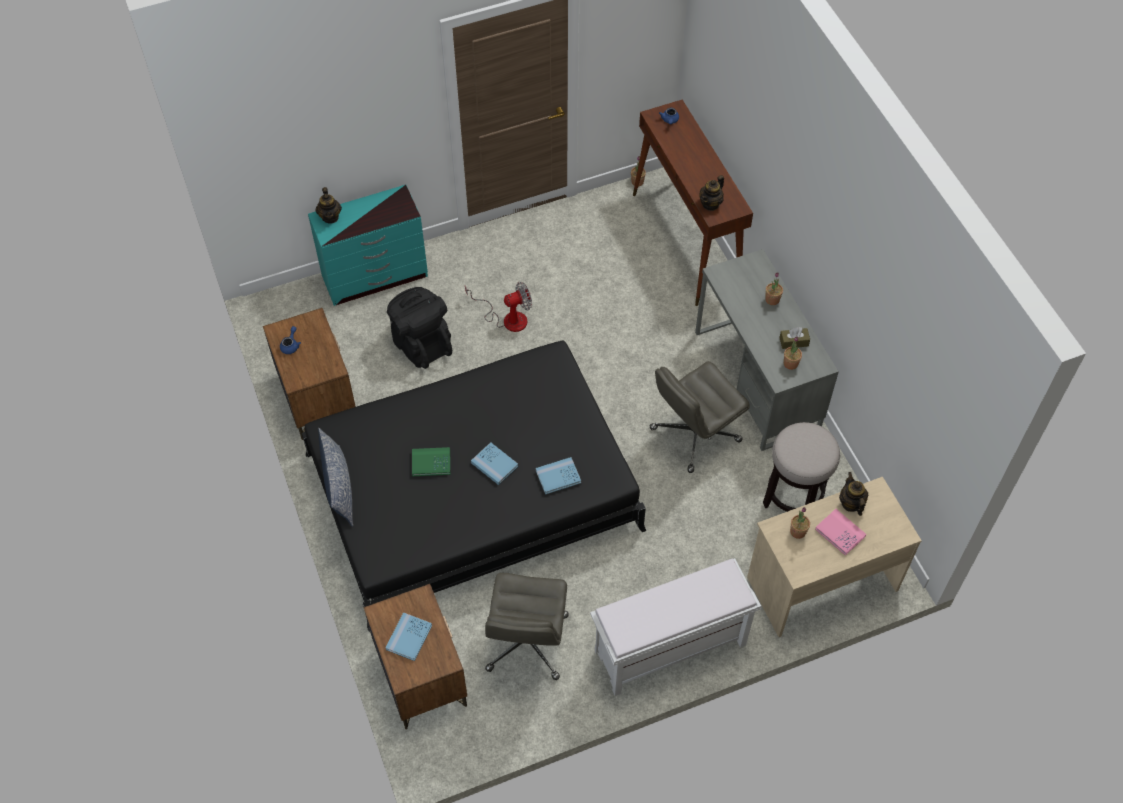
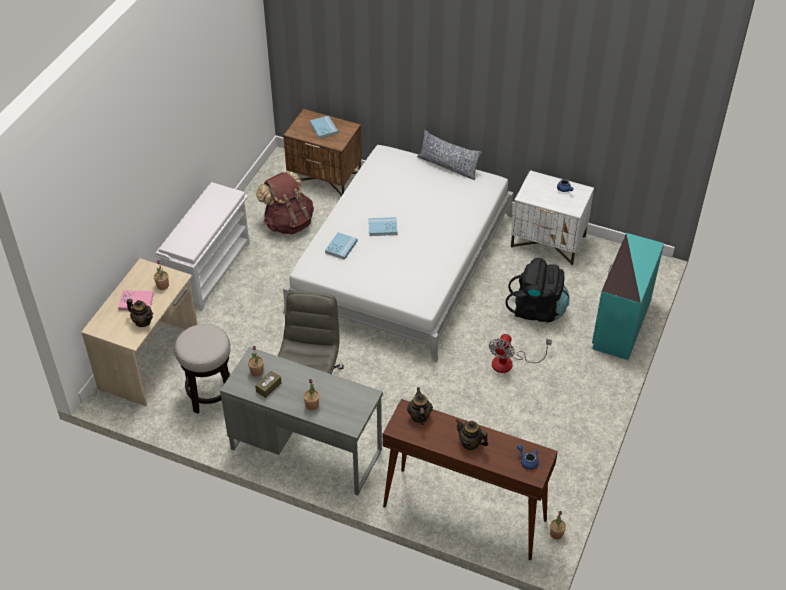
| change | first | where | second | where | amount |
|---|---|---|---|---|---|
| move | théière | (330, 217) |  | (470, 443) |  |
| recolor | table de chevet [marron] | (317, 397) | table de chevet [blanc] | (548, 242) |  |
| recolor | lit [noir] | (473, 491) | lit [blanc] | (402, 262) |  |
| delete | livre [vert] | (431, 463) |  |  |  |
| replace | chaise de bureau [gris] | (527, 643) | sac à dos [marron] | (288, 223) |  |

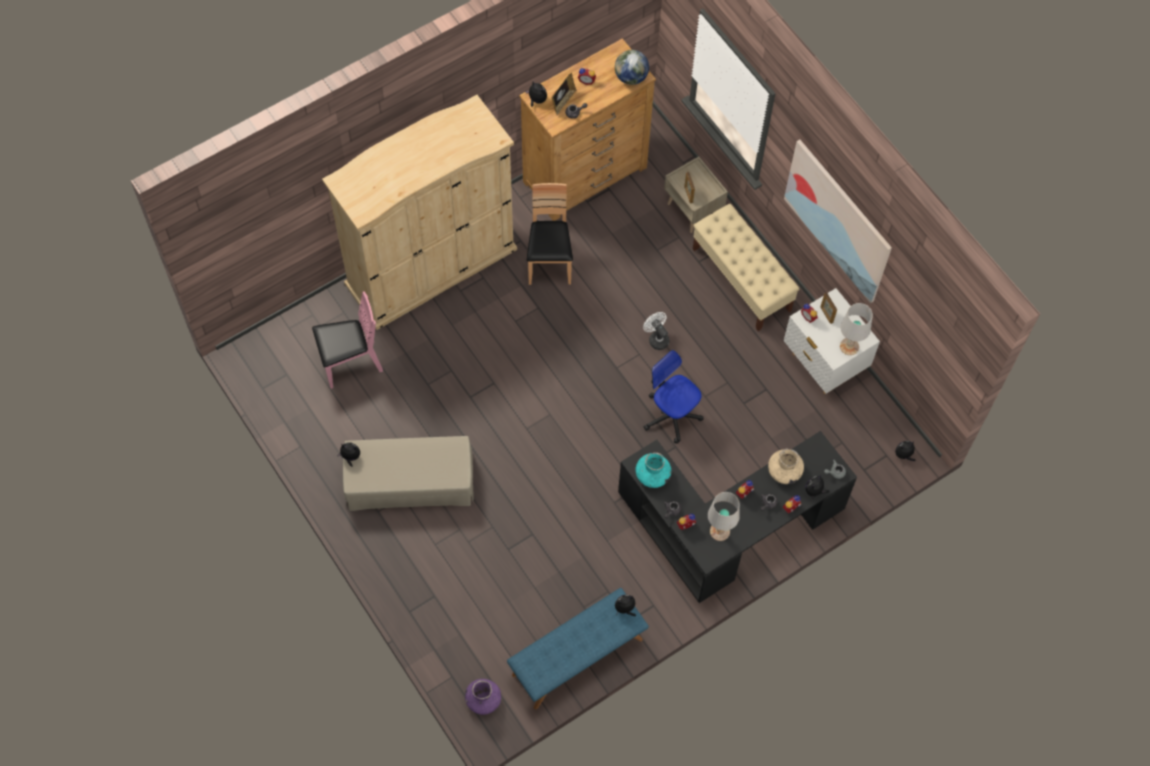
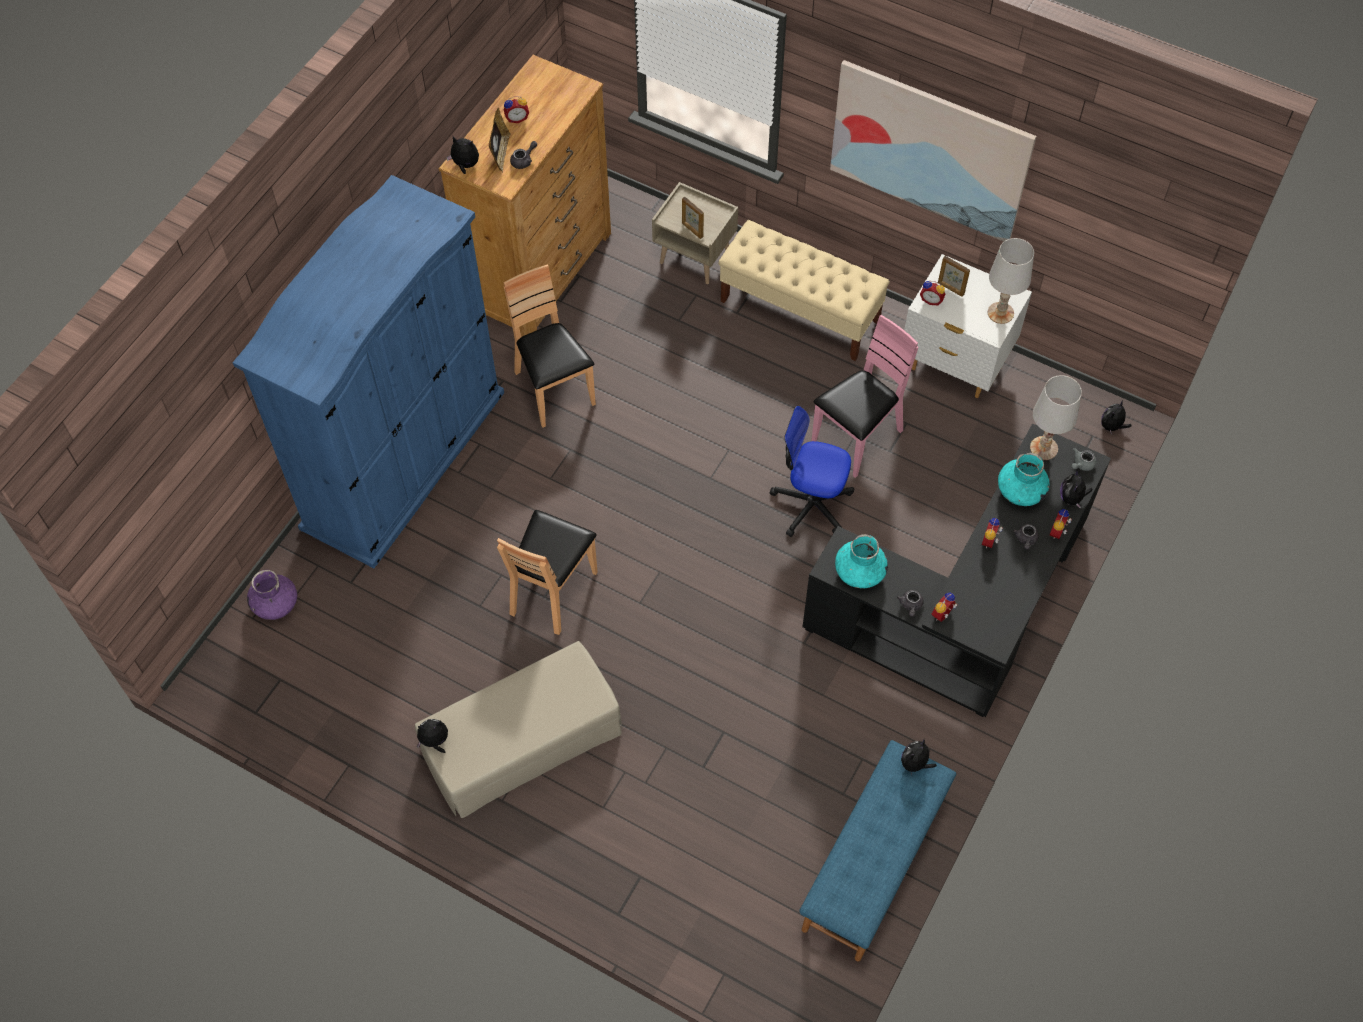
| change | first | where | second | where | amount |
|---|---|---|---|---|---|
| delete | globe | (631, 77) |  |  |  |
| recolor | armoire [beige] | (431, 266) | armoire [bleu] | (403, 459) |  |
| move | chaise [rose] | (350, 363) |  | (857, 438) |  |
| delete | ventilateur [blanc] | (656, 338) |  |  |  |
| recolor | vase [beige] | (784, 471) | vase [turquoise] | (1020, 491) |  |
| move | lampe de table [blanc] | (719, 531) |  | (1044, 448) |  |
| move | vase [violet] | (483, 699) |  | (275, 603) |  |
| insert |  |  | chaise [marron] | (552, 591) |  |

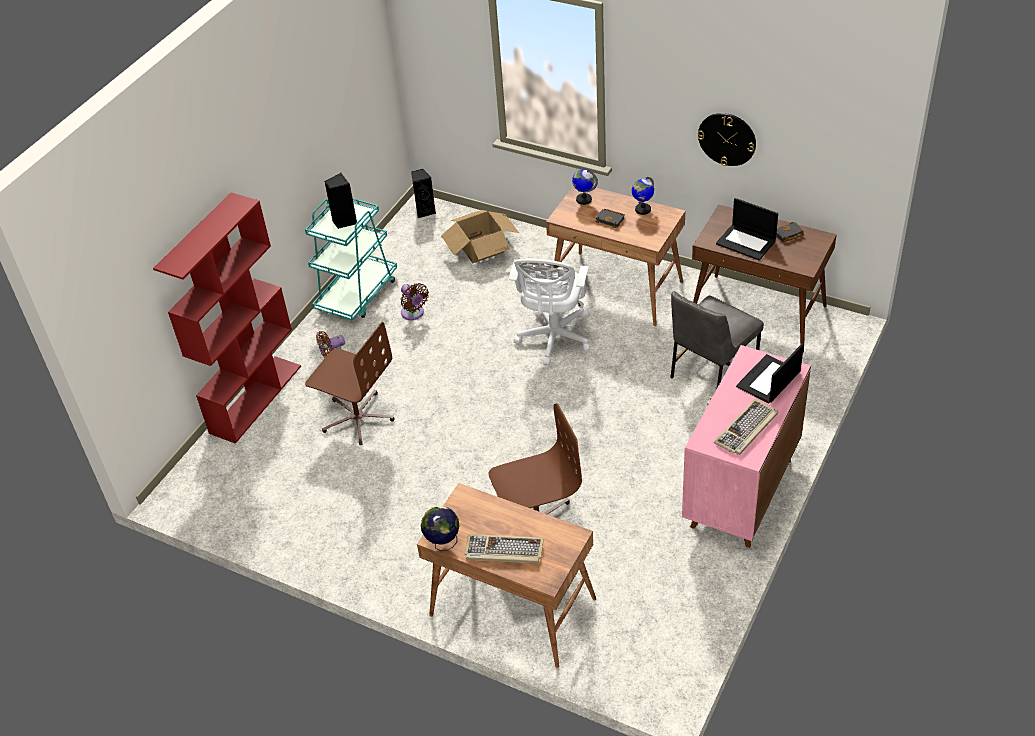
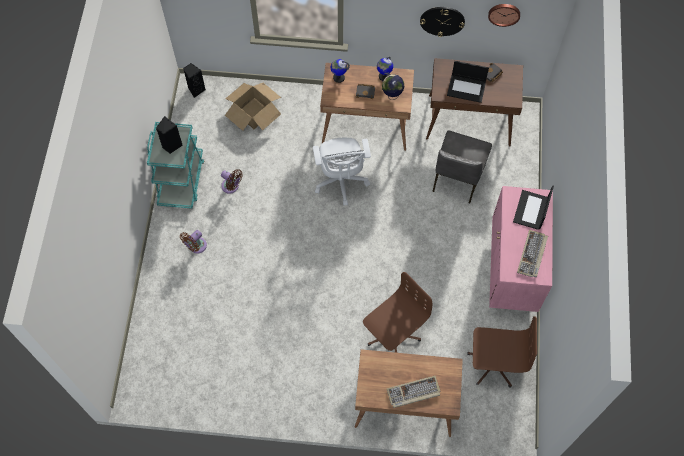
| change | first | where | second | where | amount |
|---|---|---|---|---|---|
| delete | bibliothèque [rouge] | (255, 398) |  |  |  |
| move | chaise de bureau [marron] | (357, 417) |  | (493, 363) |  |
| move | globe | (443, 543) |  | (392, 95) |  |
| insert |  |  | horloge murale | (504, 13) |  |

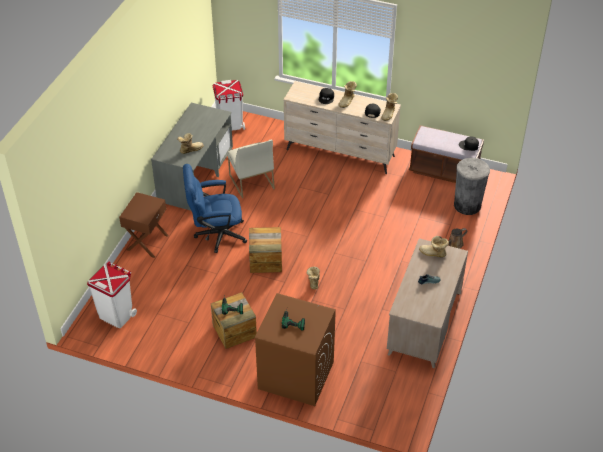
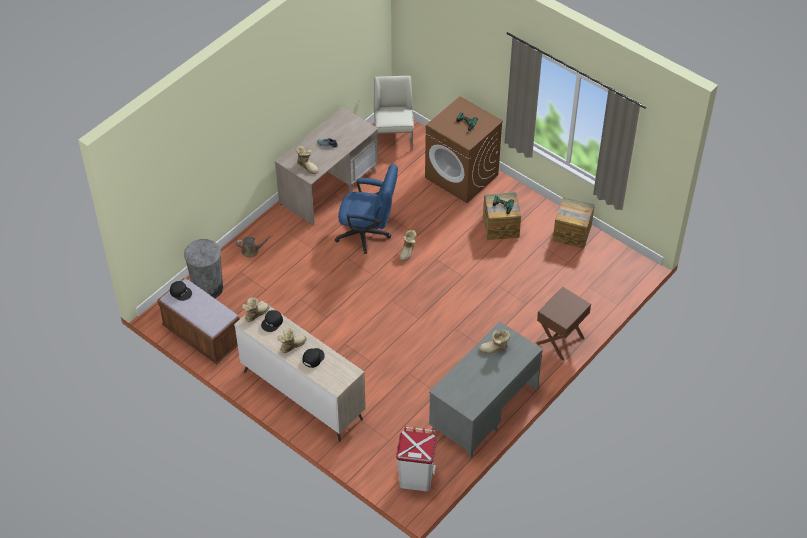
| change | first | where | second | where | amount |
|---|---|---|---|---|---|
| move | chaise [blanc] | (251, 181) |  | (394, 137) |  |
| move | chaise de bureau [bleu] | (216, 235) |  | (368, 234) |  |
| move | caisse | (265, 260) |  | (572, 233) |  |
| delete | poubelle [blanc] | (116, 315) |  |  |  |

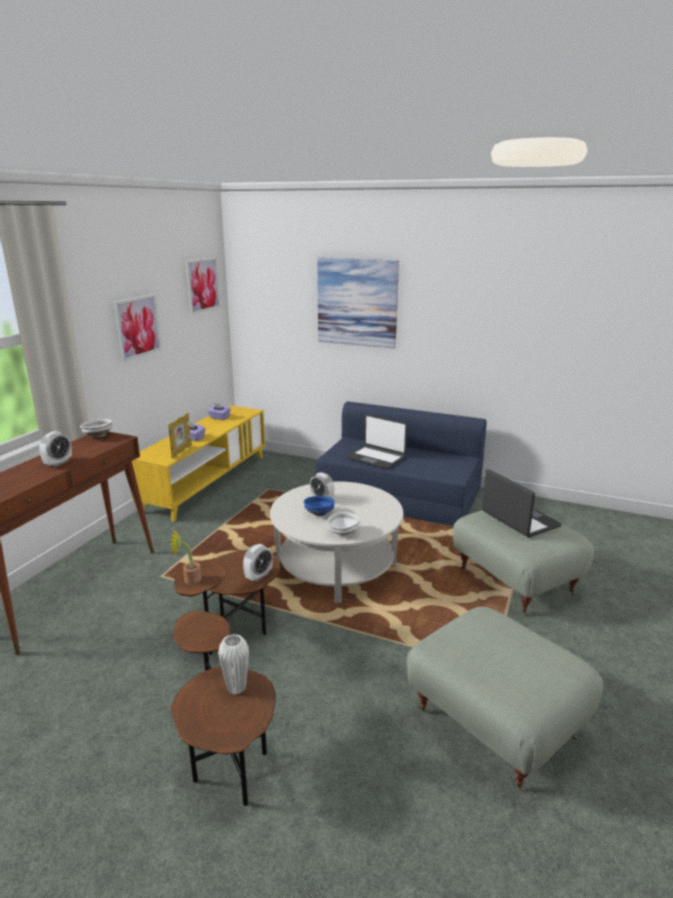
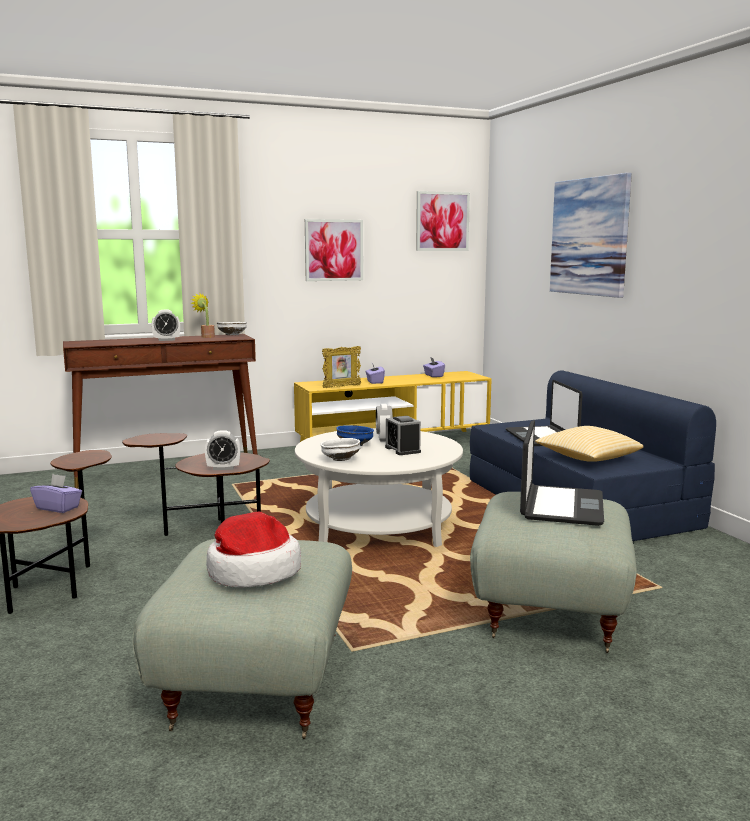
| change | first | where | second | where | amount |
|---|---|---|---|---|---|
| move | plante en pot | (189, 579) |  | (206, 336) |  |
| replace | vase [blanc] | (236, 688) | boîte à mouchoirs [violet] | (58, 508) |  |
| insert |  |  | réveil | (402, 450) |  |
| insert |  |  | coussin | (587, 459) |  |
| insert |  |  | chapeau | (252, 572) |  |

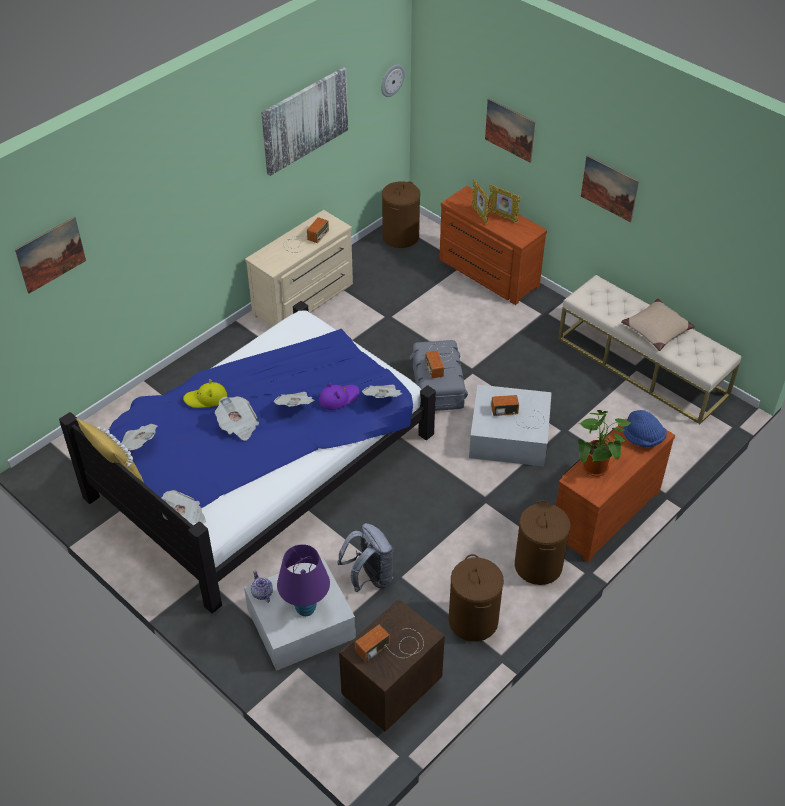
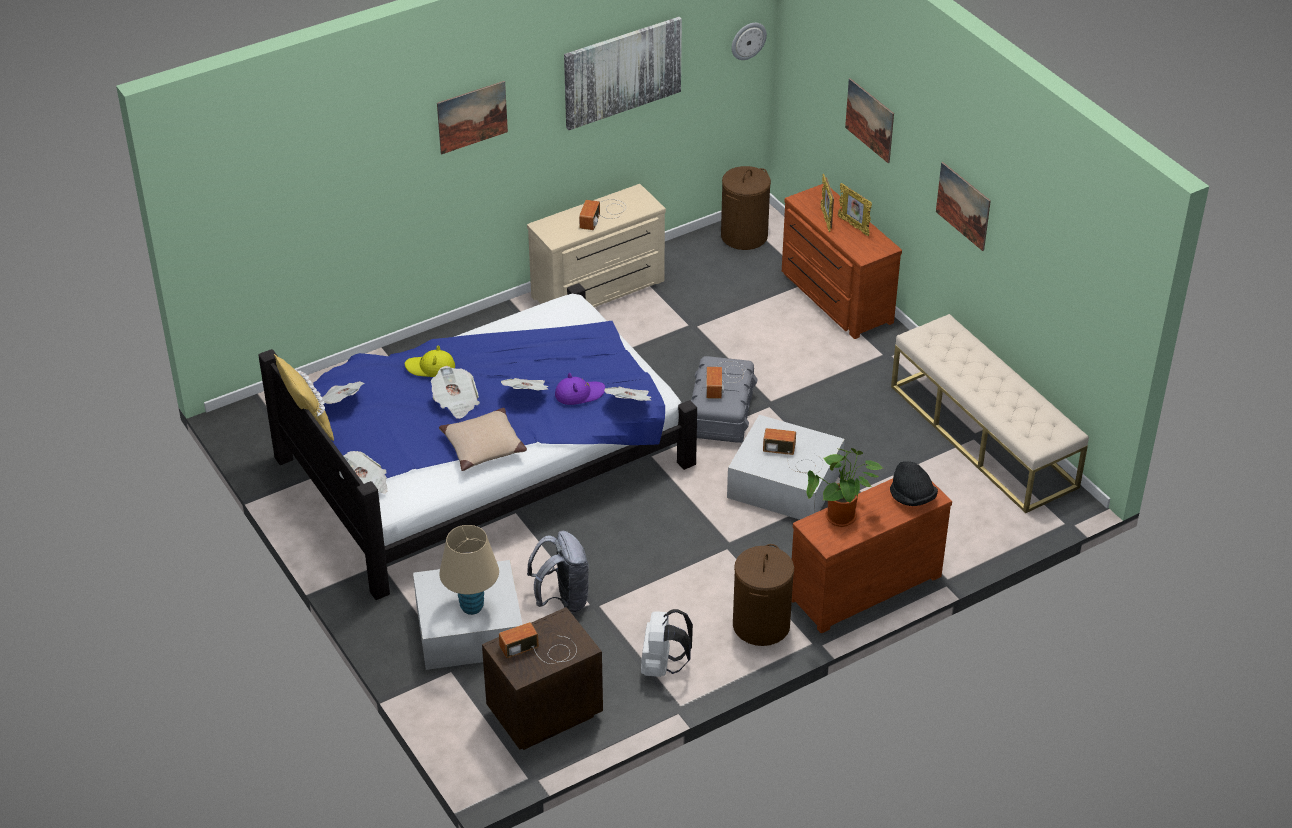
| change | first | where | second | where | amount |
|---|---|---|---|---|---|
| move | tableau | (51, 254) |  | (472, 117) |  |
| rotate | radio | (304, 240) |  | (603, 214) | 150 degrees clockwise |
| move | coussin [beige] | (657, 330) |  | (483, 446) |  |
| recolor | chapeau [bleu] | (643, 438) | chapeau [noir] | (912, 497) |  |
| recolor | lampe de table [violet] | (306, 608) | lampe de table [beige] | (472, 607) |  |
| replace | panier à linge [marron] | (473, 621) | sac à dos [blanc] | (663, 666) |  |
| delete | théière | (262, 593) |  |  |  |

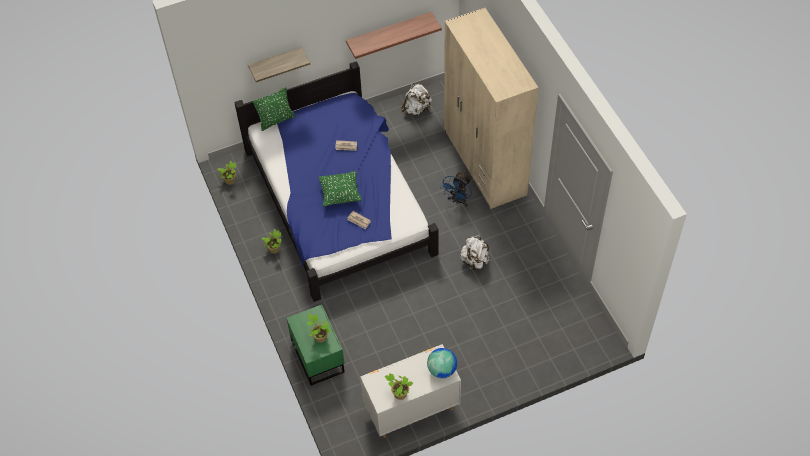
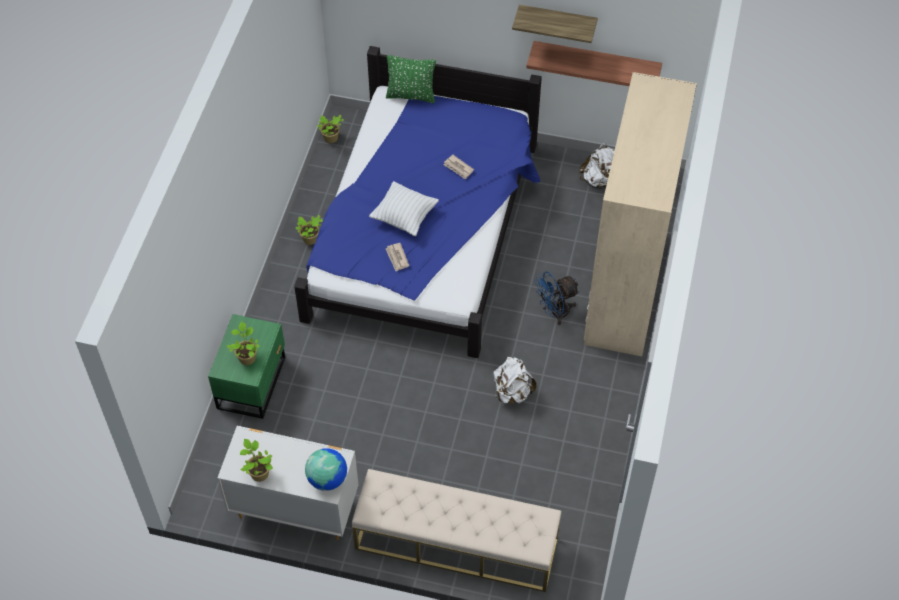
| change | first | where | second | where | amount |
|---|---|---|---|---|---|
| move | étagère | (276, 62) |  | (557, 21) |  |
| recolor | coussin [vert] | (340, 194) | coussin [blanc] | (404, 217) |  |
| insert |  |  | banc [beige] | (456, 543) |  |

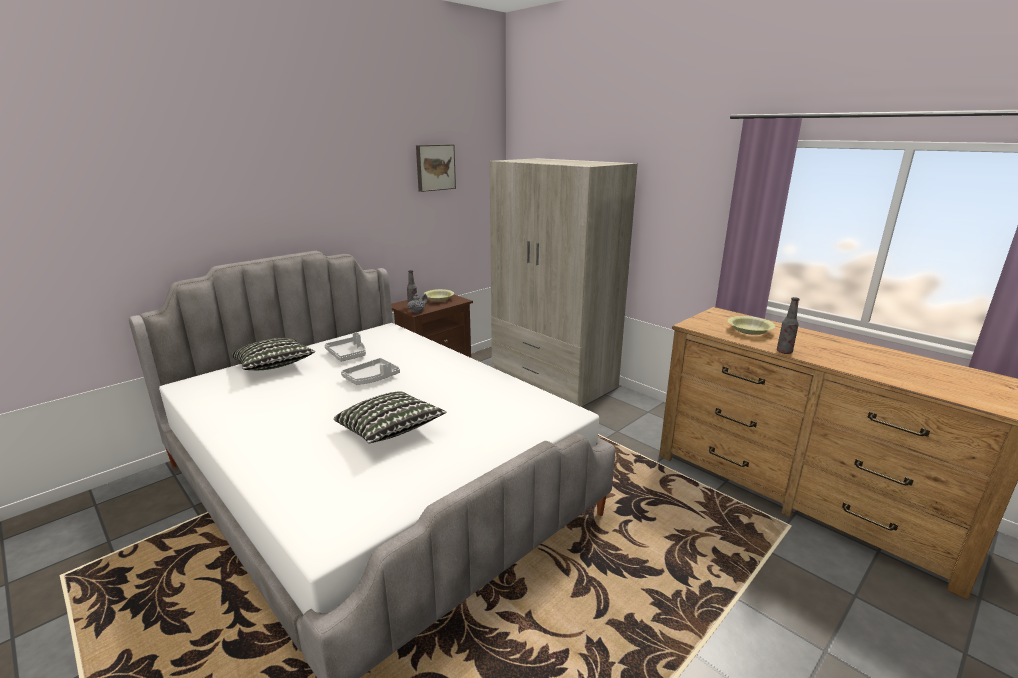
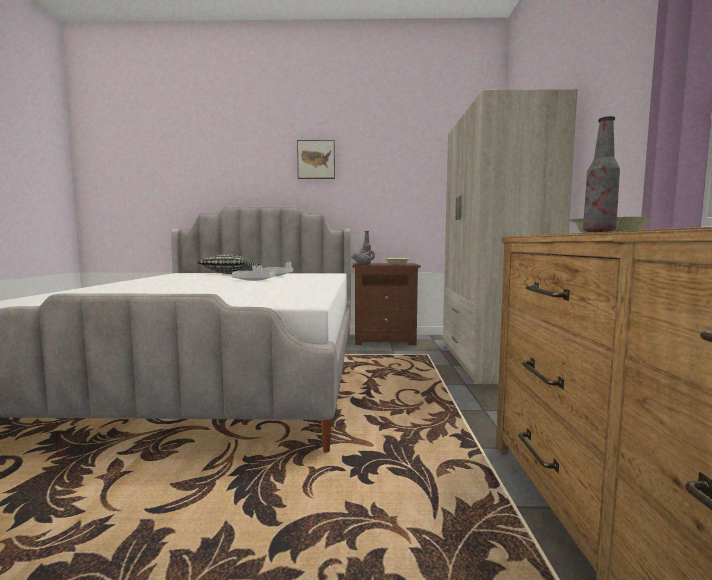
| change | first | where | second | where | amount |
|---|---|---|---|---|---|
| move | tableau | (435, 167) |  | (316, 160) |  |
| delete | coussin | (390, 431) |  |  |  |

